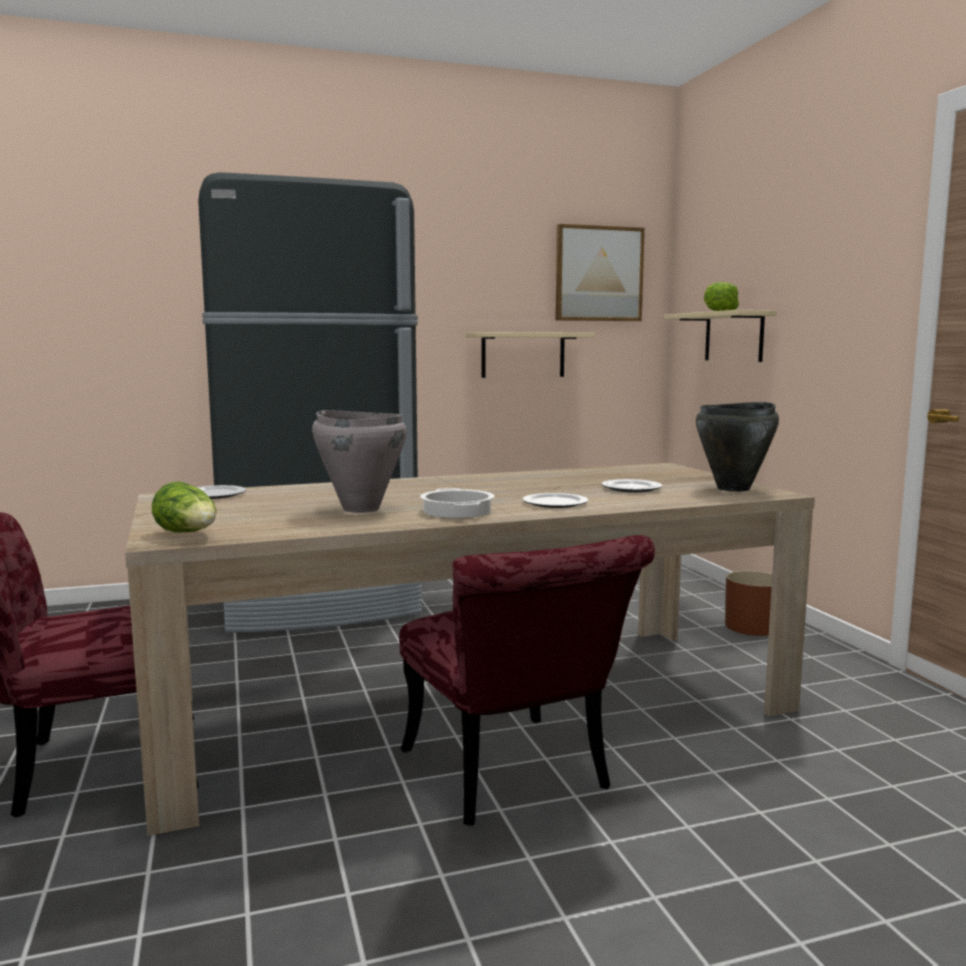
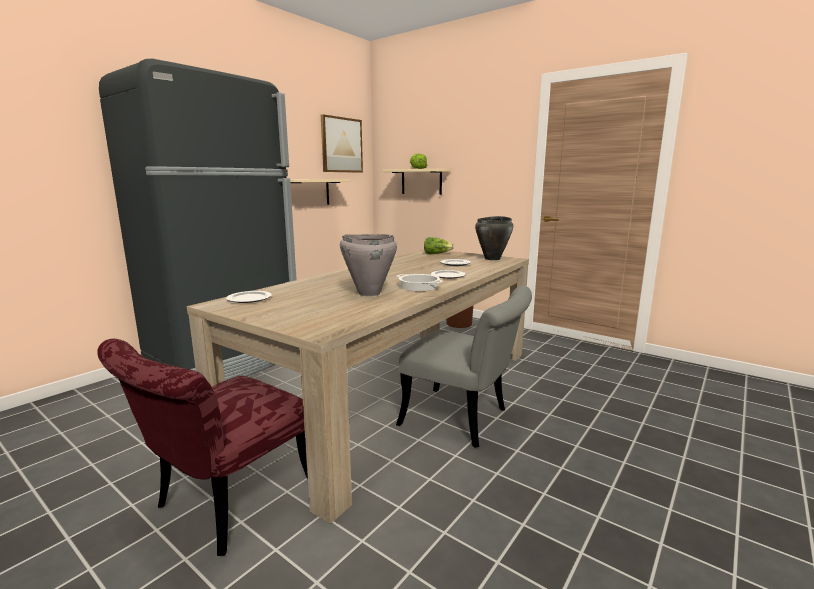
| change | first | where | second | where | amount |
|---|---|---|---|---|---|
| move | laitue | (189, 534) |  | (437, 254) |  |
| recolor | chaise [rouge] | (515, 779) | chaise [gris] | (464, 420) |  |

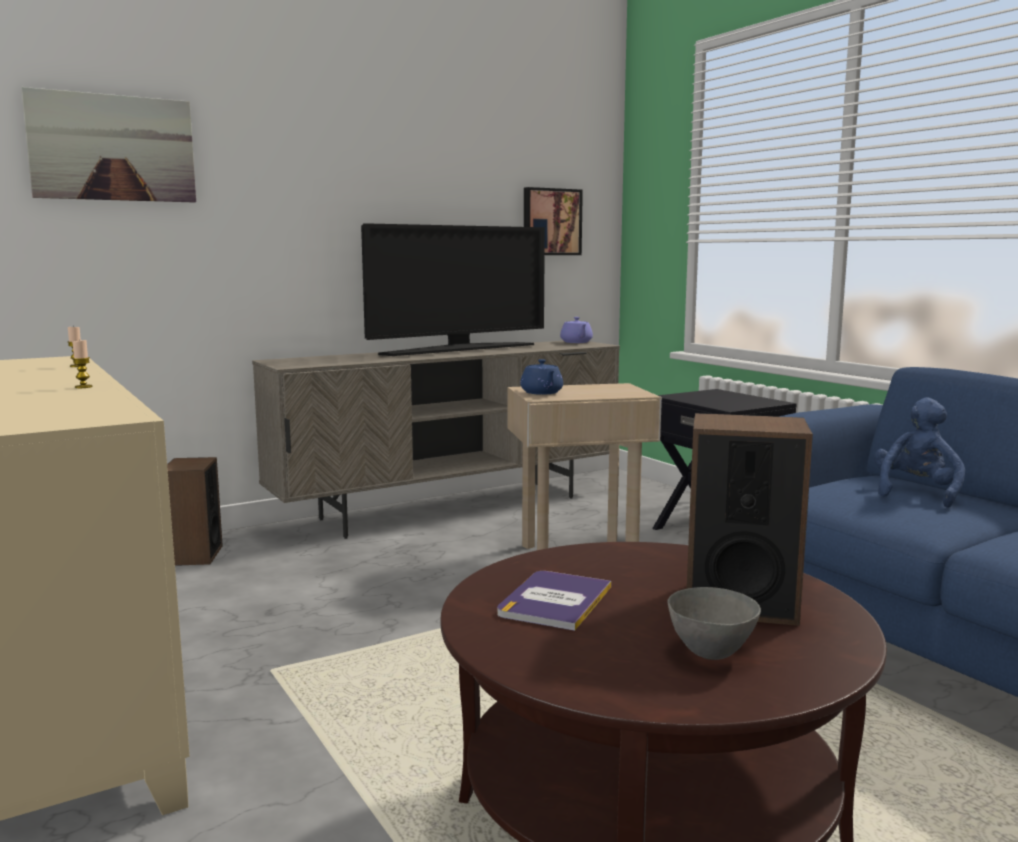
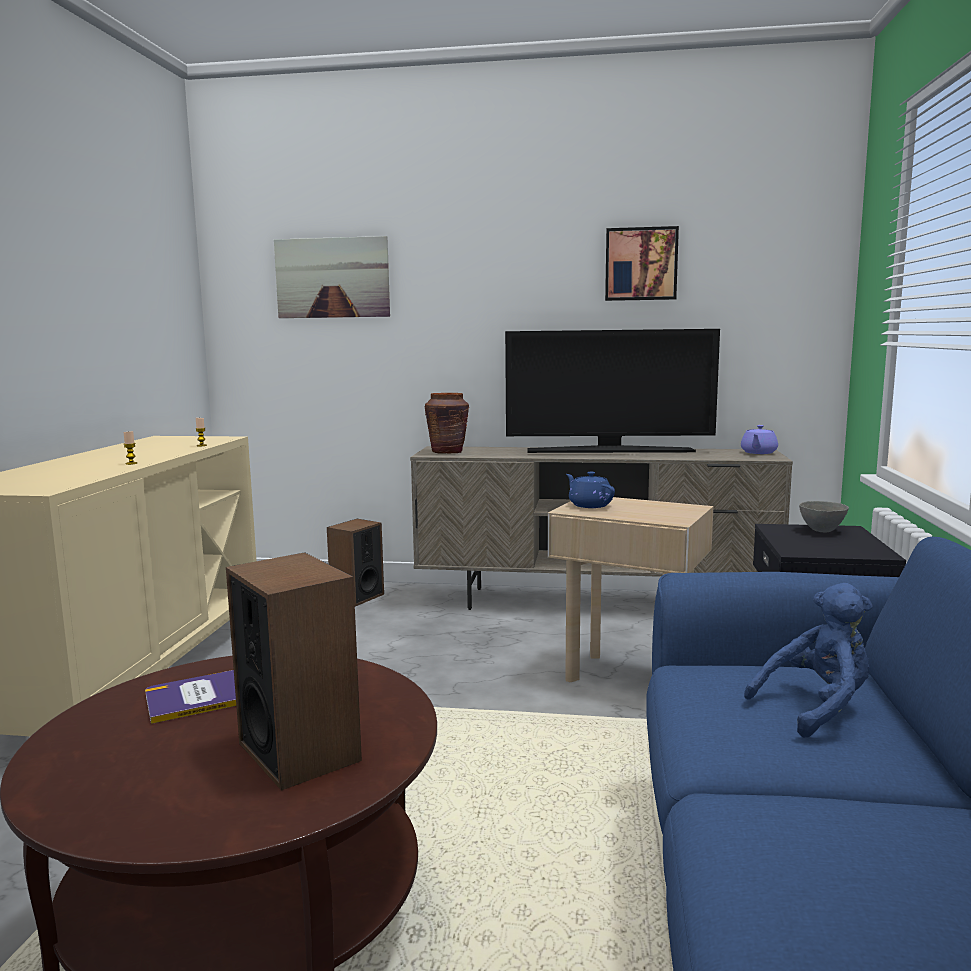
| change | first | where | second | where | amount |
|---|---|---|---|---|---|
| move | tableau | (551, 222) |  | (641, 264) |  |
| rotate | théière [bleu] | (542, 393) |  | (589, 505) | 120 degrees clockwise |
| move | bol [gris] | (711, 653) |  | (822, 531) |  |
| insert |  |  | vase [marron] | (447, 452) |  |

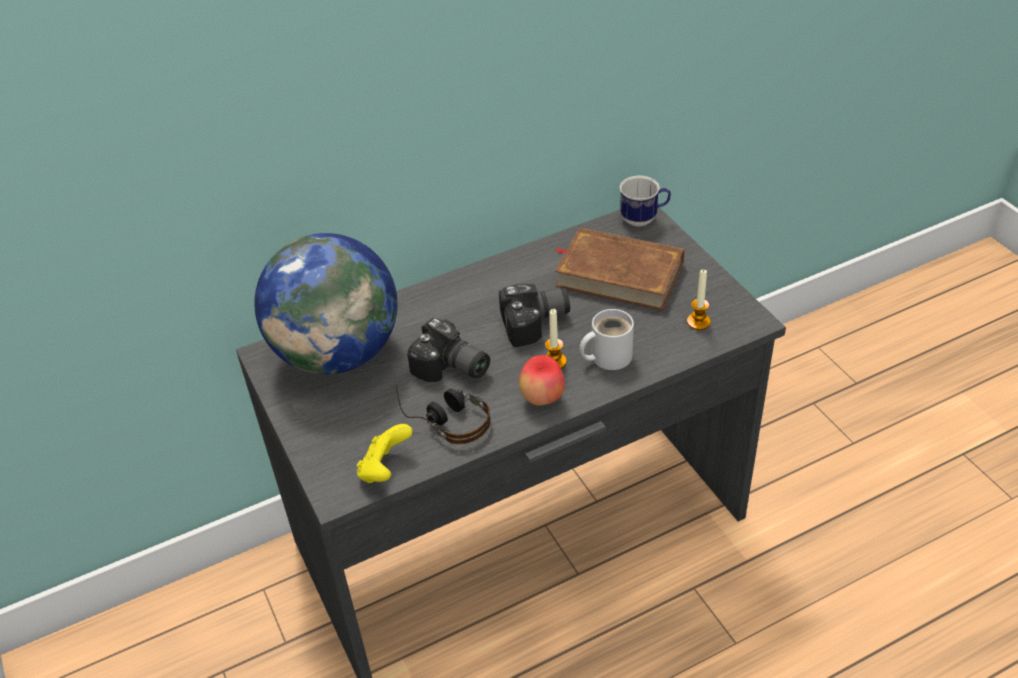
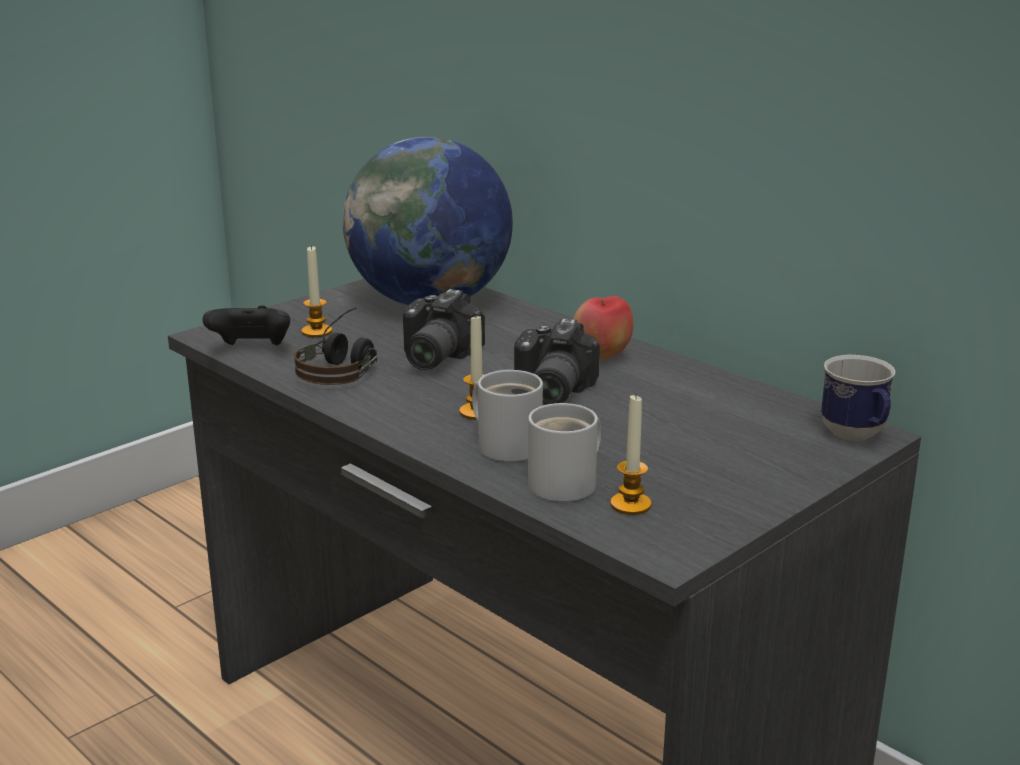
| change | first | where | second | where | amount |
|---|---|---|---|---|---|
| delete | livre [marron] | (619, 274) |  |  |  |
| rotate | appareil photo | (536, 323) |  | (548, 392) | 45 degrees clockwise |
| move | pomme | (542, 398) |  | (601, 356) |  |
| recolor | manette [jaune] | (385, 469) | manette [noir] | (252, 349) |  |
| insert |  |  | bougie | (316, 332) |  |
| insert |  |  | mug [blanc] | (568, 484) |  |

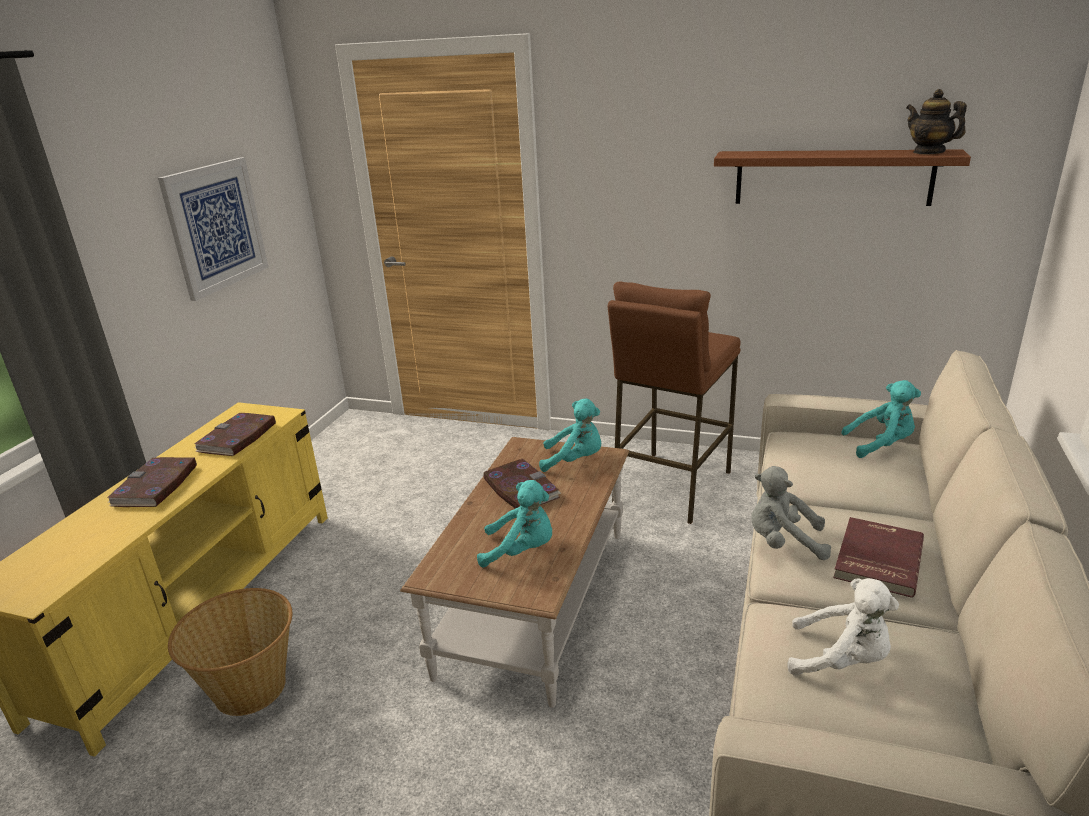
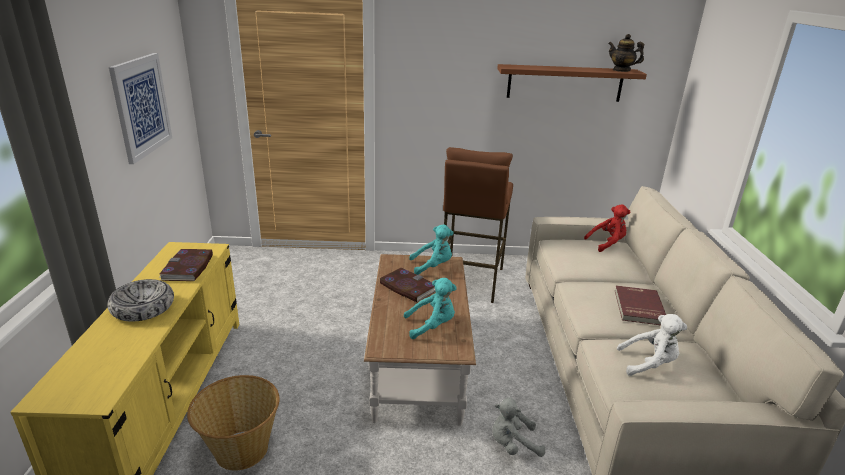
| change | first | where | second | where | amount |
|---|---|---|---|---|---|
| recolor | peluche [turquoise] | (881, 445) | peluche [rouge] | (607, 243) |  |
| replace | livre | (156, 486) | bol | (143, 308) |  |
| move | peluche [gris] | (783, 543) |  | (513, 444) |  |

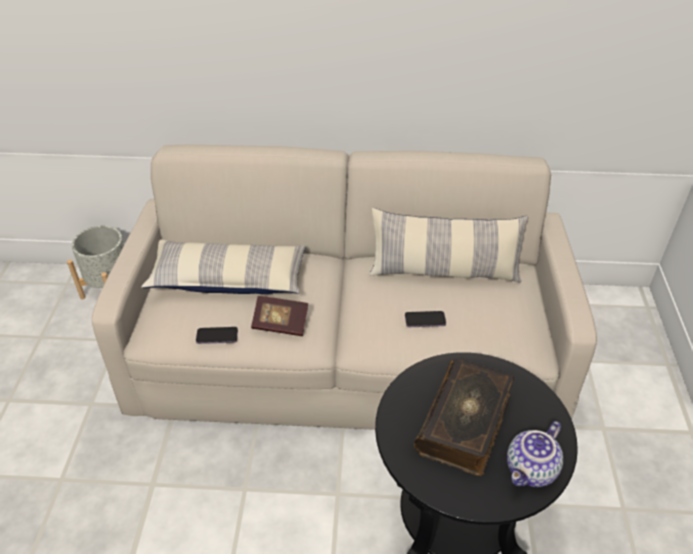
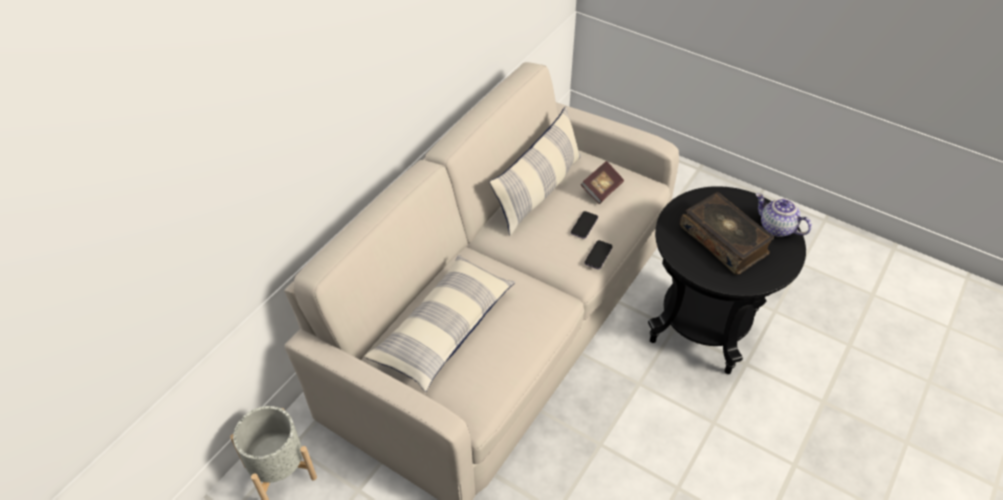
| change | first | where | second | where | amount |
|---|---|---|---|---|---|
| move | livre | (280, 324) |  | (601, 189) |  |
| move | téléphone | (217, 336) |  | (598, 255) |  |
| rotate | théière | (531, 471) |  | (776, 228) | 150 degrees clockwise |

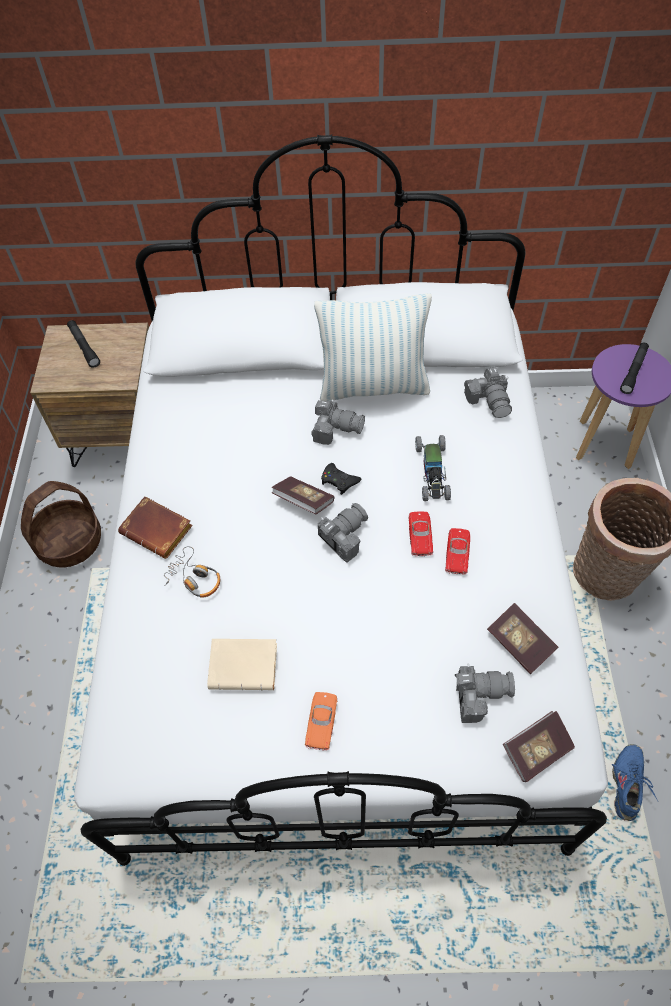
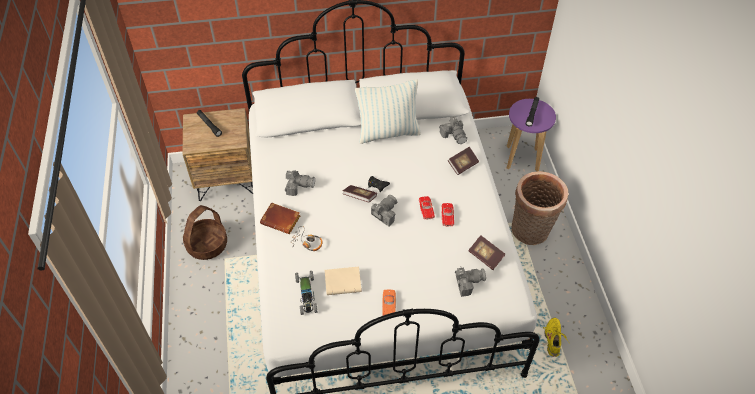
| change | first | where | second | where | amount |
|---|---|---|---|---|---|
| move | appareil photo | (335, 428) |  | (298, 186) |  |
| move | petite voiture | (432, 472) |  | (306, 295) |  |
| move | livre | (536, 750) |  | (462, 165) |  |
| recolor | chaussure [bleu] | (628, 784) | chaussure [jaune] | (553, 339) |  |

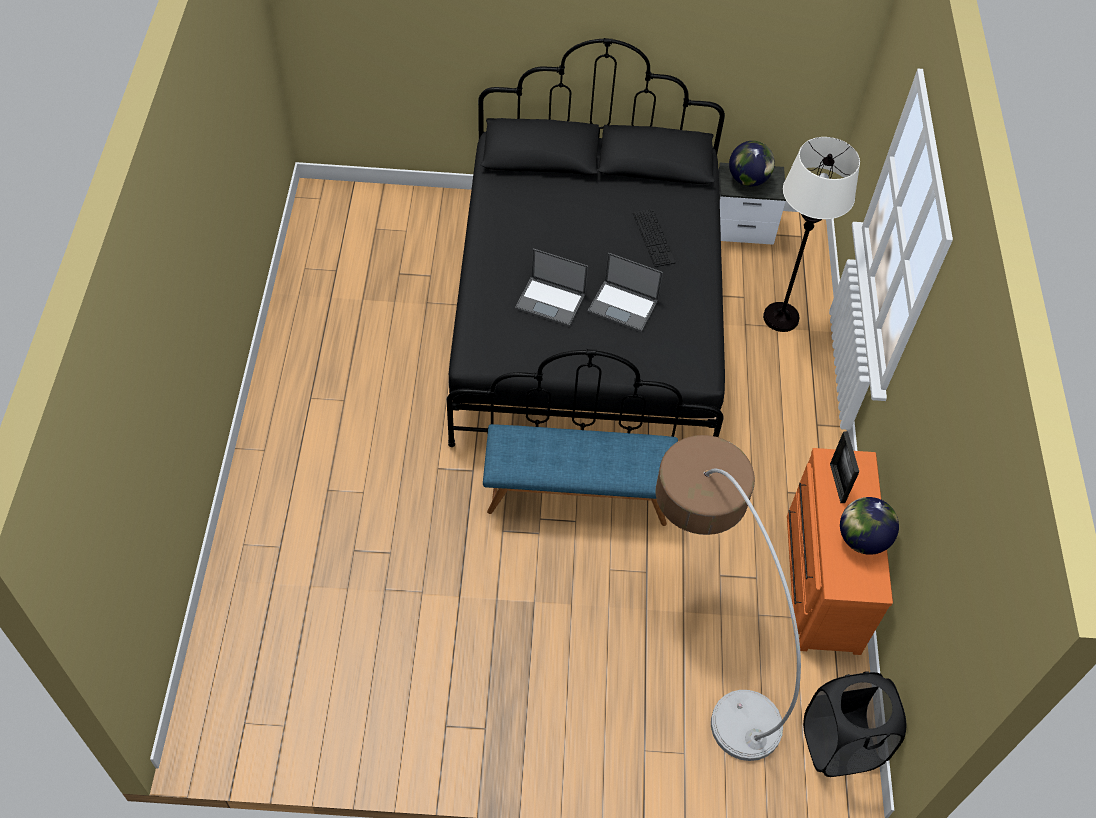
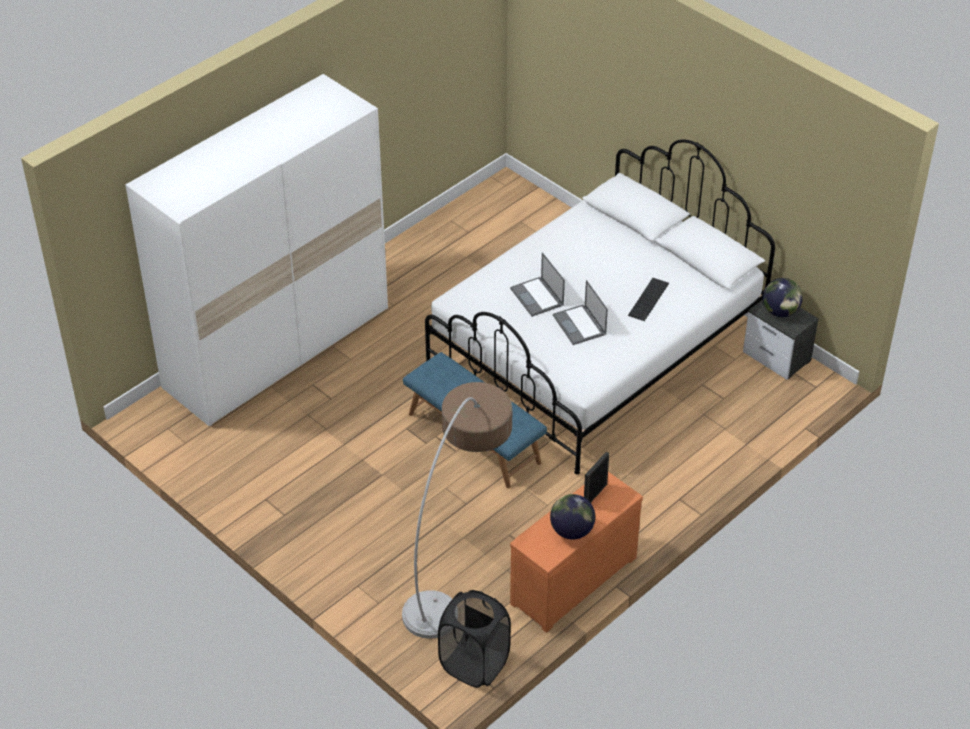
| change | first | where | second | where | amount |
|---|---|---|---|---|---|
| recolor | lit [noir] | (587, 320) | lit [blanc] | (596, 349) |  |
| delete | lampadaire [blanc] | (781, 318) |  |  |  |
| insert |  |  | armoire [blanc] | (277, 348) |  |

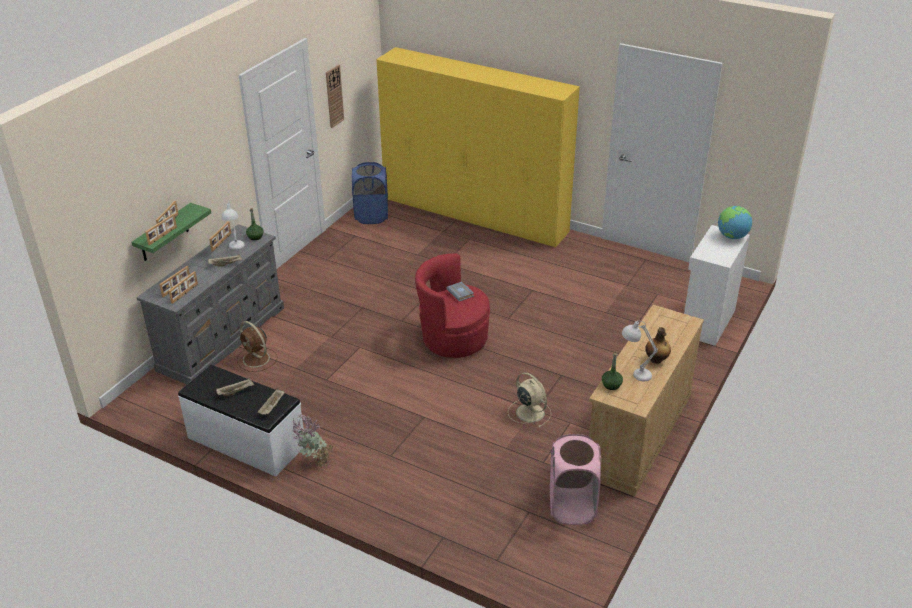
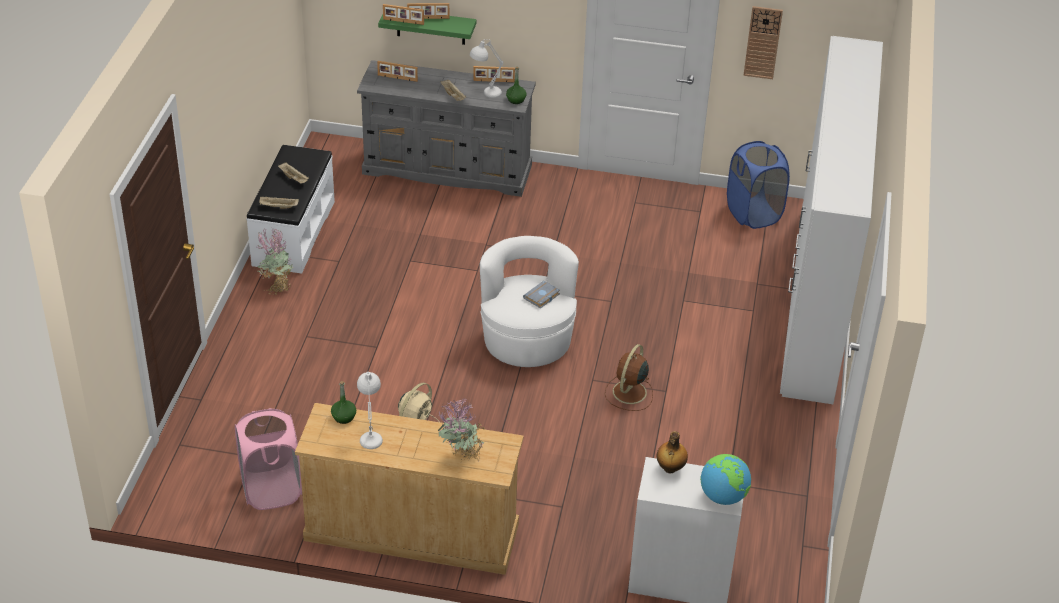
| change | first | where | second | where | amount |
|---|---|---|---|---|---|
| recolor | armoire [jaune] | (474, 215) | armoire [blanc] | (816, 303) |  |
| recolor | fauteuil [rouge] | (453, 338) | fauteuil [blanc] | (527, 340) |  |
| delete | cadre photo | (185, 293) |  |  |  |
| move | ventilateur [marron] | (257, 359) |  | (629, 393) |  |
| move | bouteille | (656, 360) |  | (670, 468) |  |
| insert |  |  | plante en pot | (461, 458) |  |

